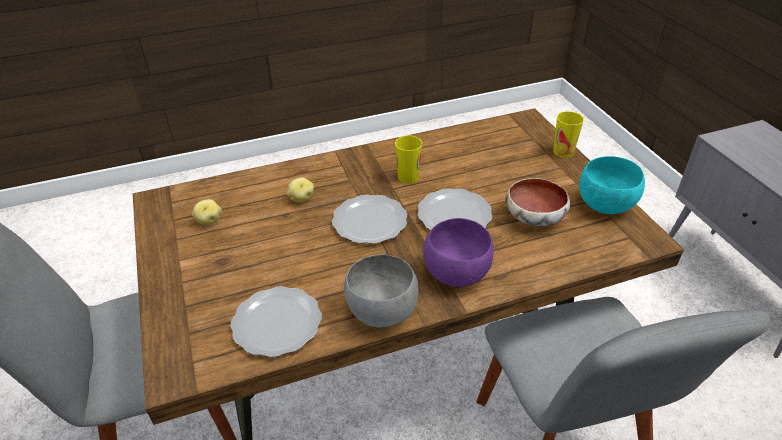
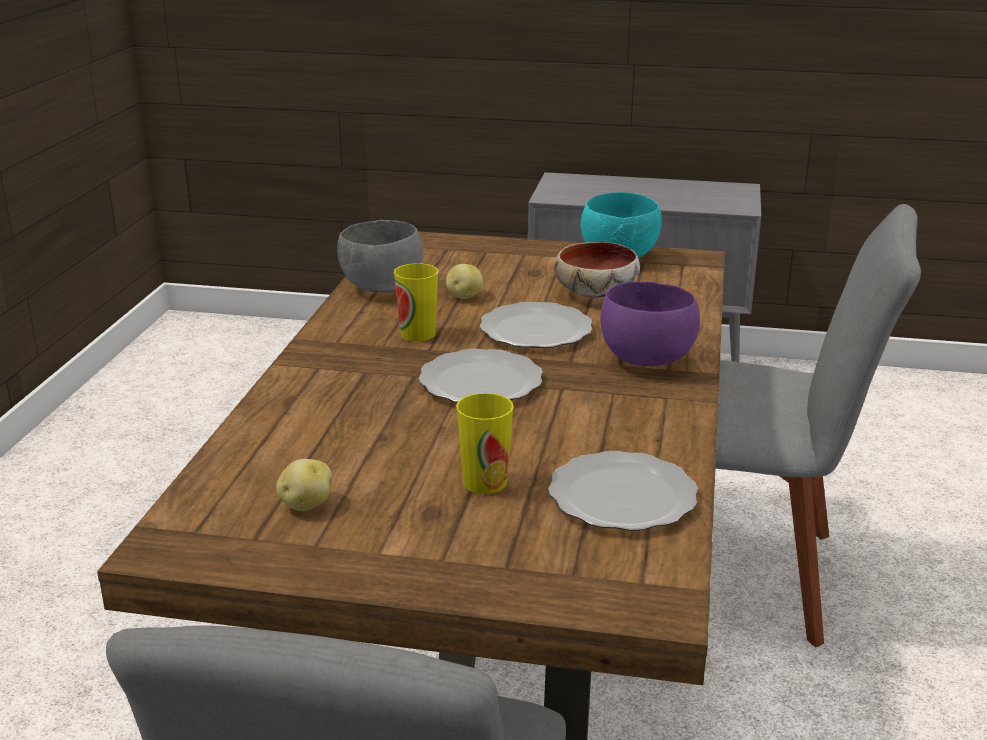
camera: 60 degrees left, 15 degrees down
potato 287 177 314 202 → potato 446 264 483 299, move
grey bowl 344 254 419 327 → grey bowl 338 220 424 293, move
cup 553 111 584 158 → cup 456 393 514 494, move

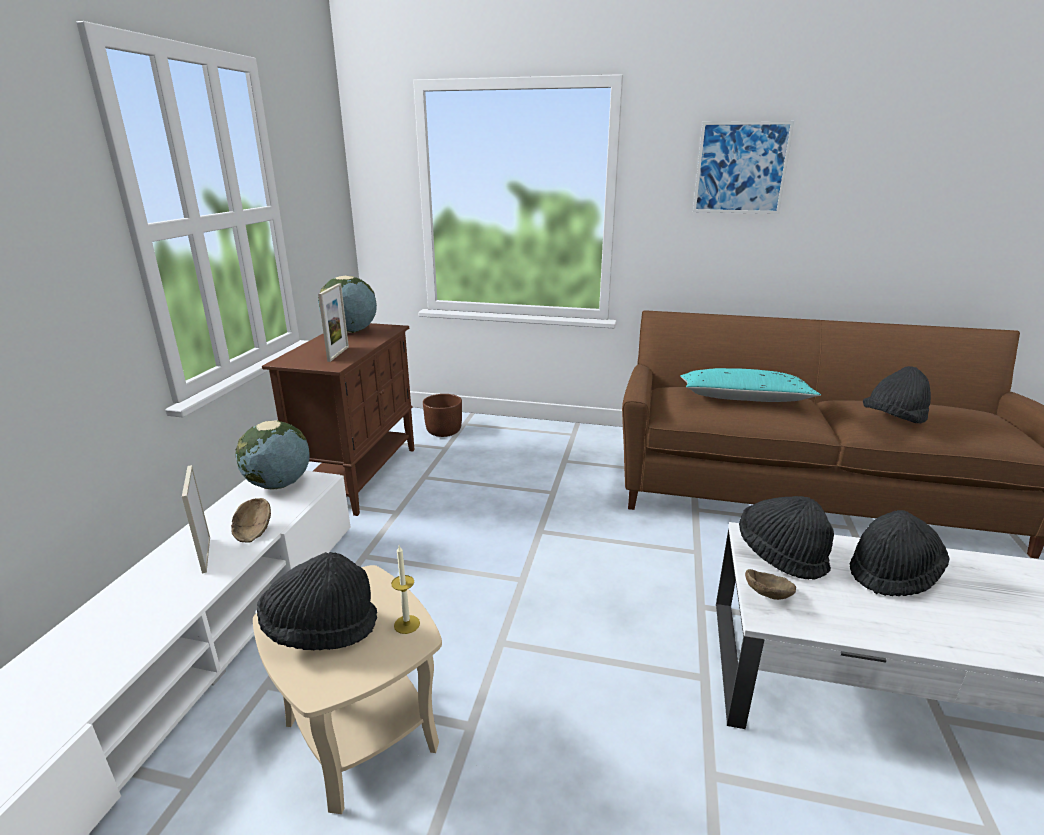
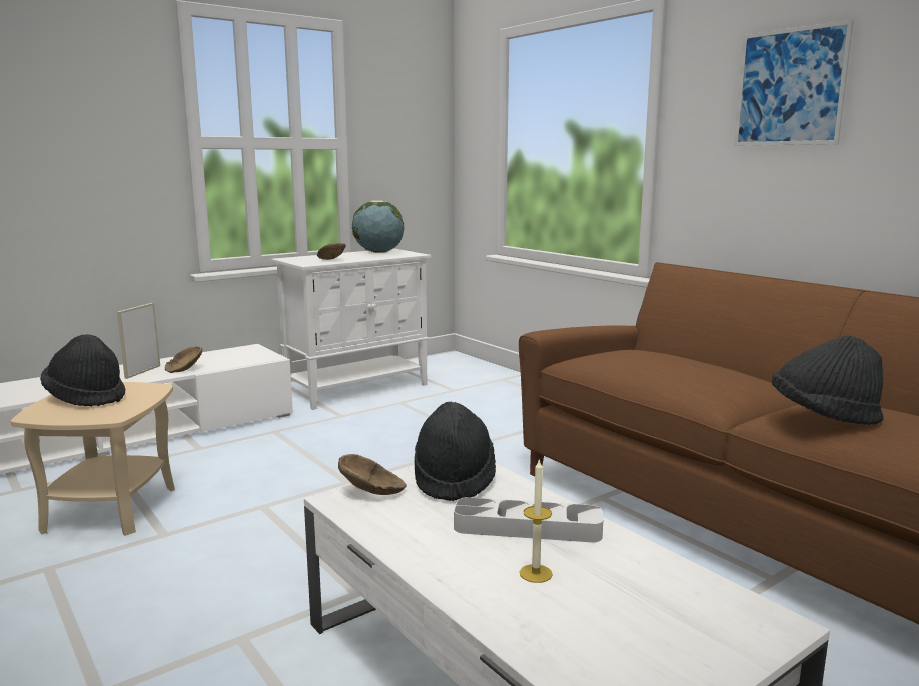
camera: 40 degrees right, 10 degrees down
globe 235 420 310 490 → -
brown planter 423 394 462 437 → -
turquoise pillow 680 368 821 402 → -
candle 391 546 420 634 → candle 520 460 553 583, move
picture frame 318 283 349 362 → brown bowl 317 243 346 260
black hat 850 510 950 596 → grey tray 454 497 603 543
brown cabinet 262 323 414 516 → white cabinet 271 248 431 410

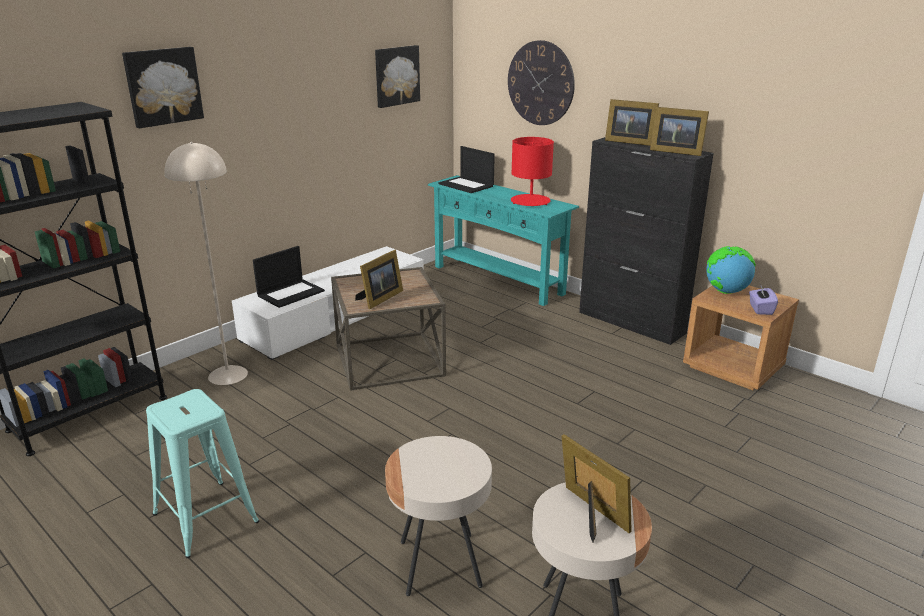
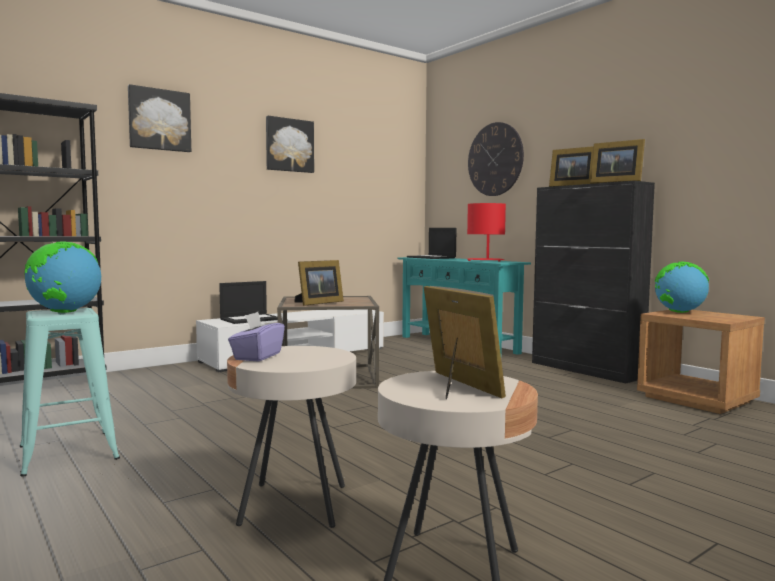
camera: 10 degrees right, 20 degrees down
beige floor lamp 164 142 248 385 → -
- → globe 24 241 101 313
picture 375 45 420 108 → picture 266 116 314 173, move
purple tissue box 749 284 778 315 → purple tissue box 228 312 285 361, move

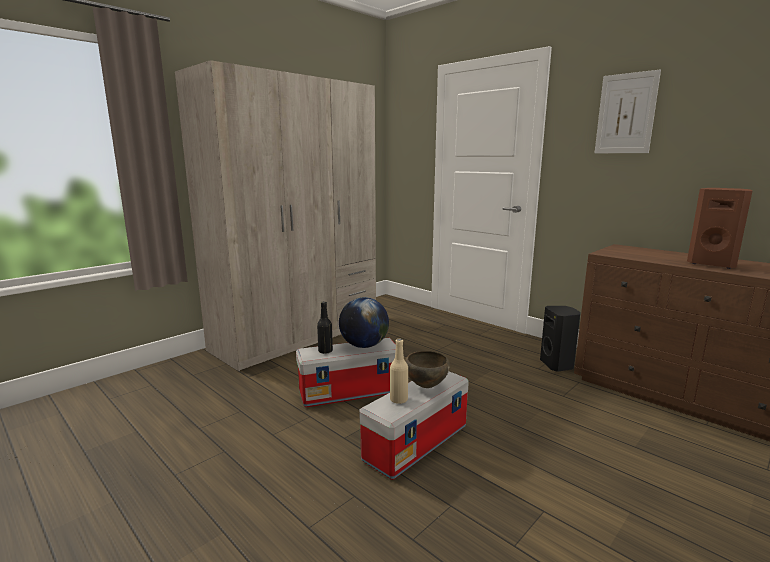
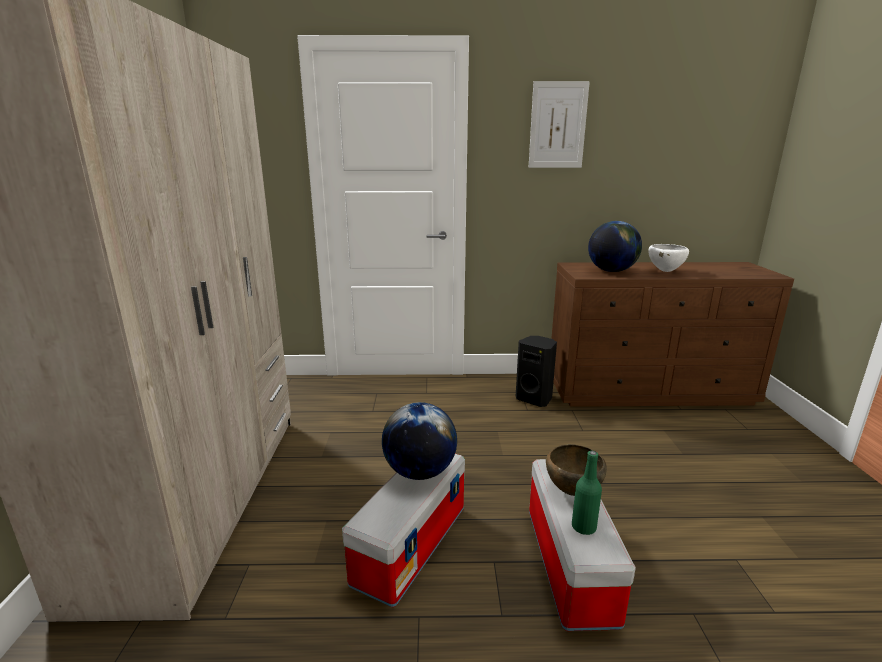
camera: 45 degrees left, 5 degrees up
black bottle 317 301 333 354 → -
- → globe 588 221 642 272
brown speaker 687 188 752 269 → white bowl 648 244 689 272
beige bottle 390 339 408 404 → green bottle 572 451 602 535

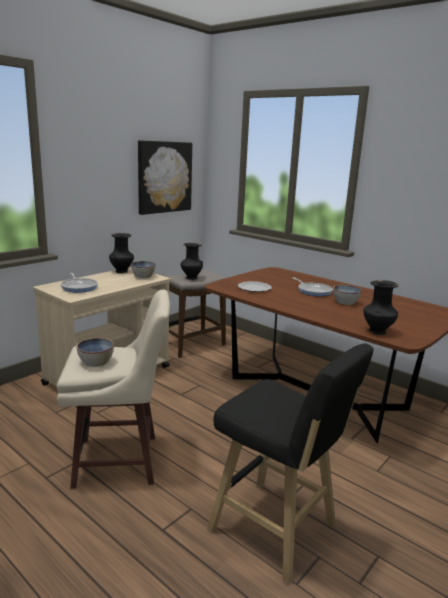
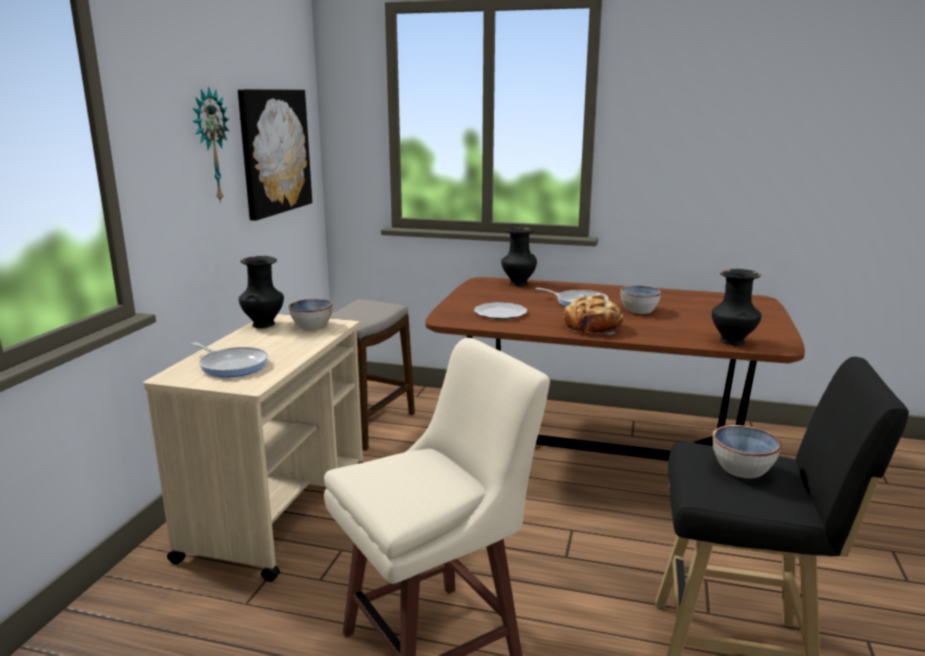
camera: 25 degrees left, 0 degrees up
- → wall clock 193 87 230 203
- → bread 562 294 624 335
bowl 76 338 114 367 → bowl 712 425 781 478, move
black vase 180 243 203 280 → black vase 501 228 537 286, move

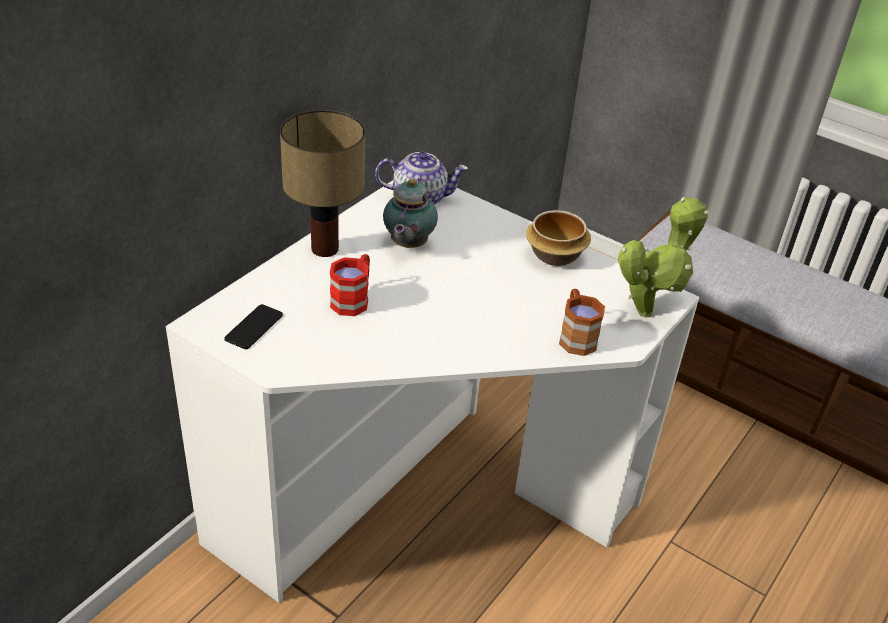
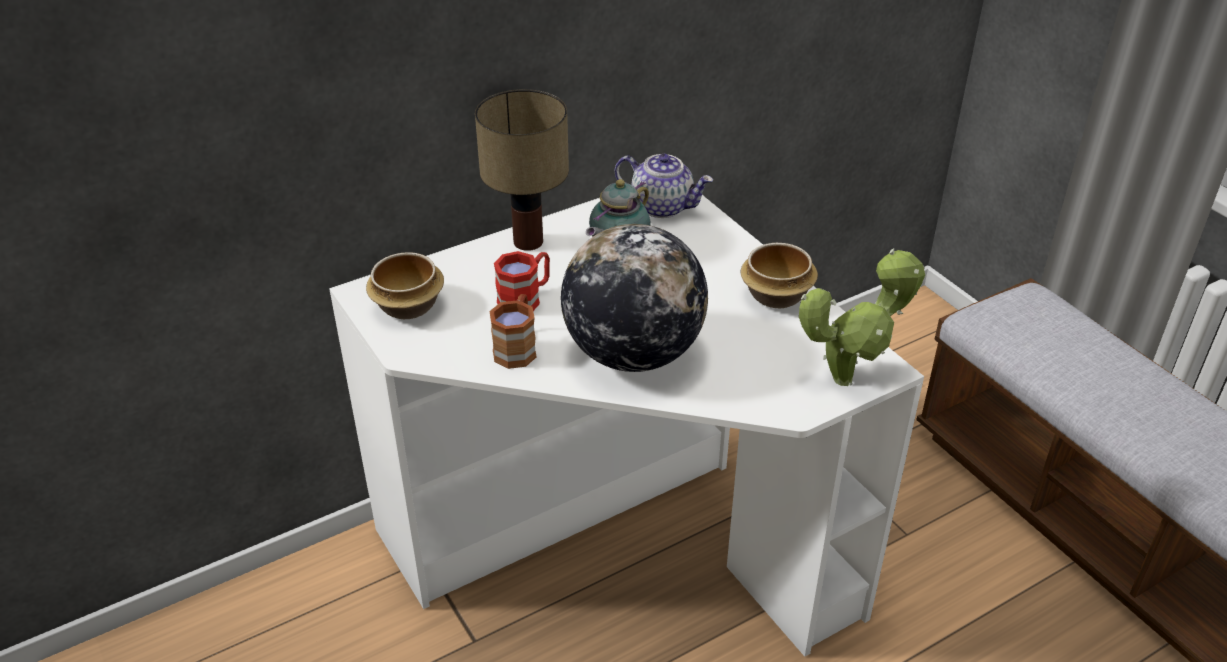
camera: 25 degrees right, 0 degrees up
- → globe 561 224 708 372
brown mug 559 289 605 356 → brown mug 489 294 537 369, move
phone 224 304 283 349 → bowl 366 252 444 319

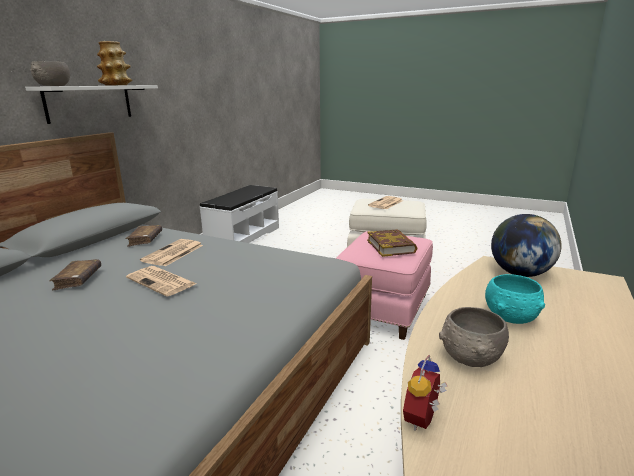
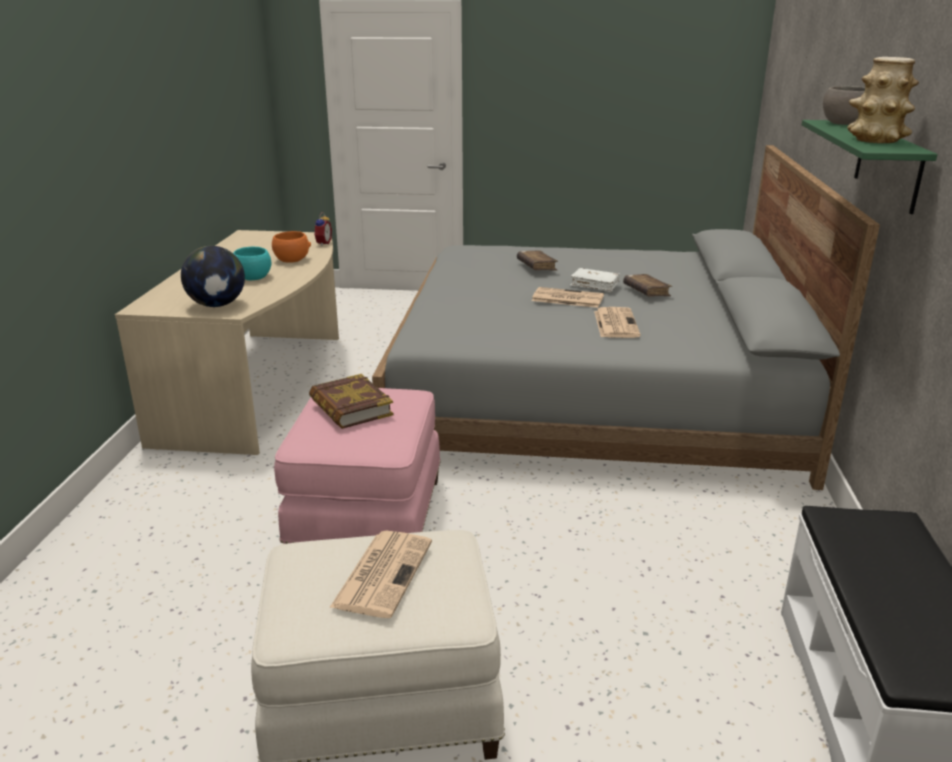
camera: 160 degrees right, 5 degrees up
- → white book 570 268 620 292
brown book 125 225 162 247 → brown book 517 250 558 270, move
white shelf 25 85 158 124 → green shelf 802 120 937 214
grey bowl 439 307 509 367 → orange bowl 272 231 311 263

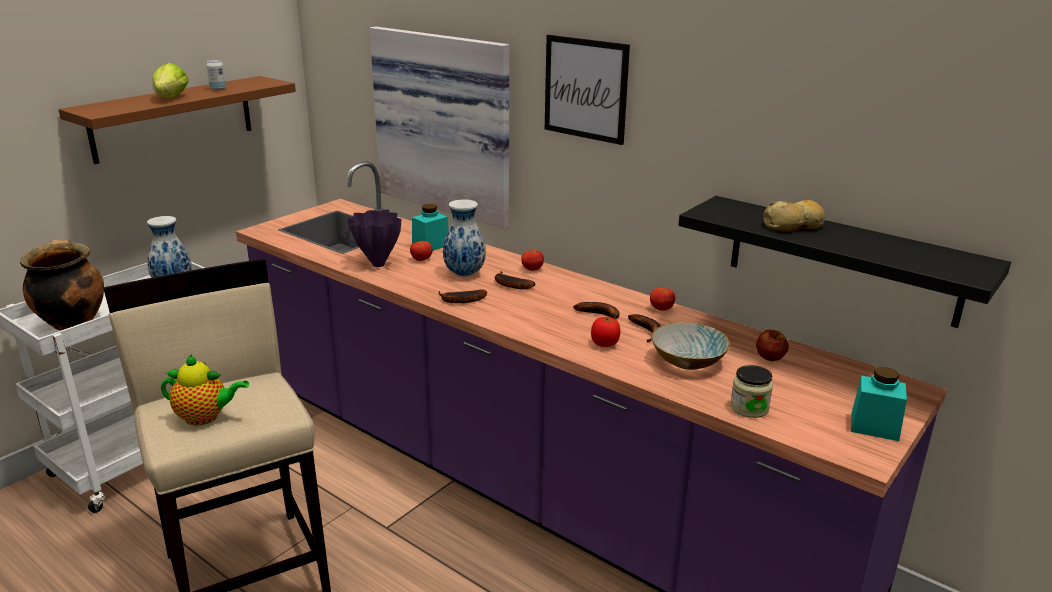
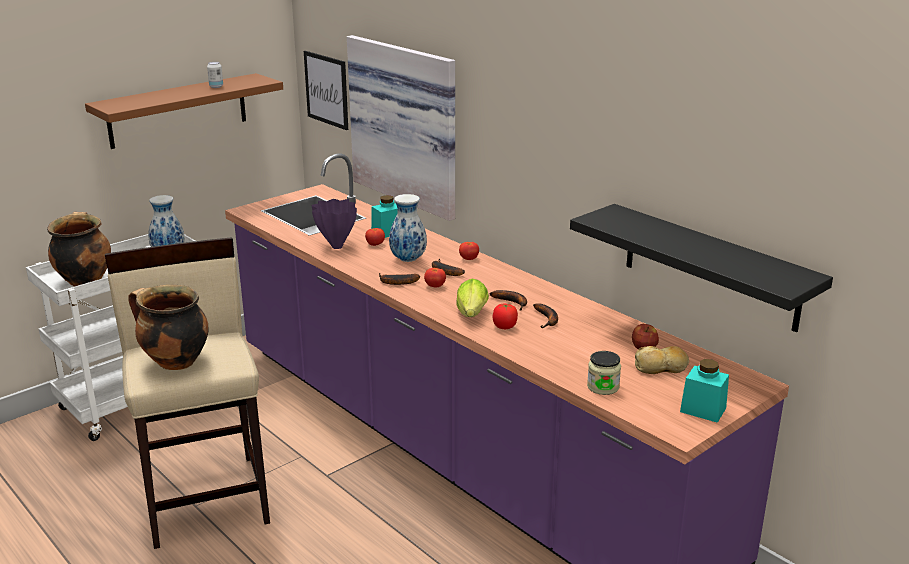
camera: 10 degrees right, 0 degrees up
bowl 651 322 730 370 → -
lettuce 153 63 189 98 → lettuce 456 278 489 317, move
picture 545 35 630 145 → picture 304 51 348 130, move
tomato 650 288 675 311 → tomato 424 268 446 287, move
bread 763 200 826 231 → bread 635 346 689 374, move
teapot 161 354 249 425 → cooking pot 129 285 209 370

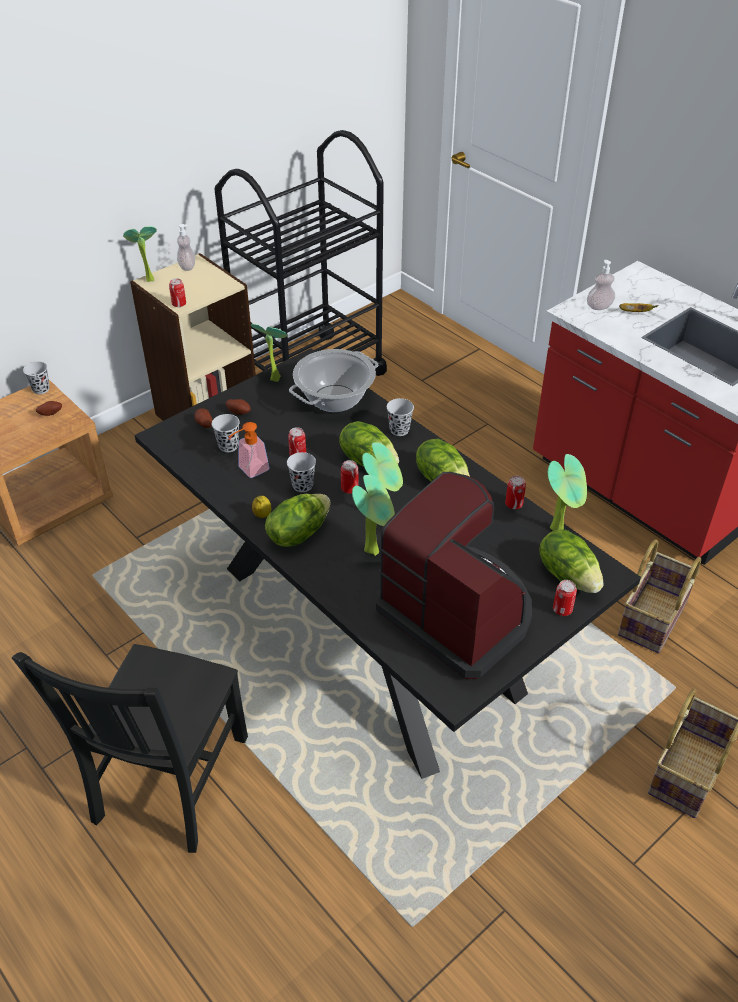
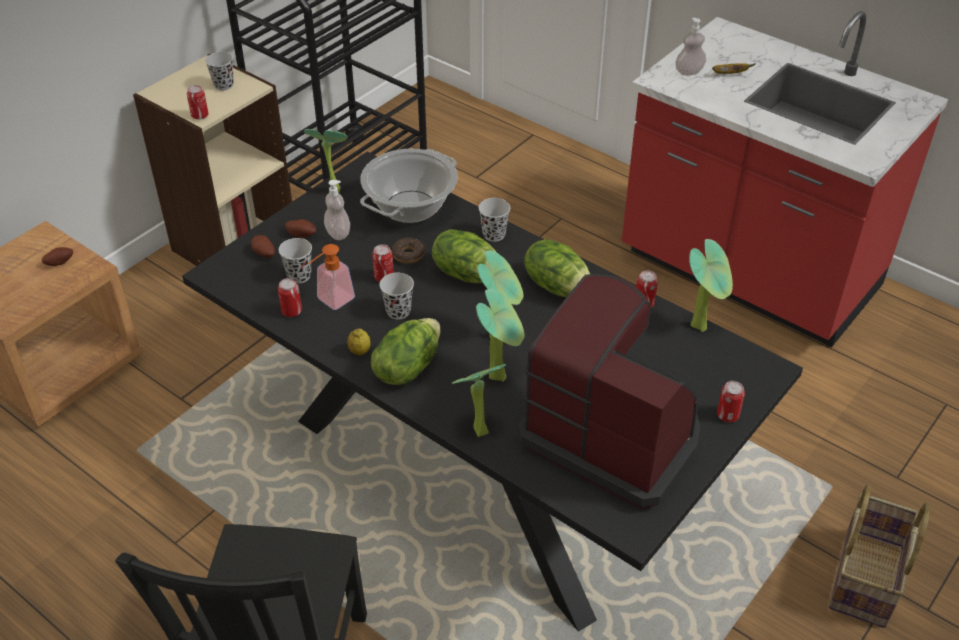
camera: 10 degrees left, 0 degrees up
lettuce 539 529 603 593 → -
basket 618 539 701 653 → -
- → donut 392 238 425 264
black cup 23 361 50 394 → black cup 205 52 234 91, move
potted plant 123 226 157 282 → potted plant 452 364 506 437, move
soap dispenser 177 224 195 271 → soap dispenser 324 180 350 240, move
can 341 460 359 494 → can 278 278 302 317, move

